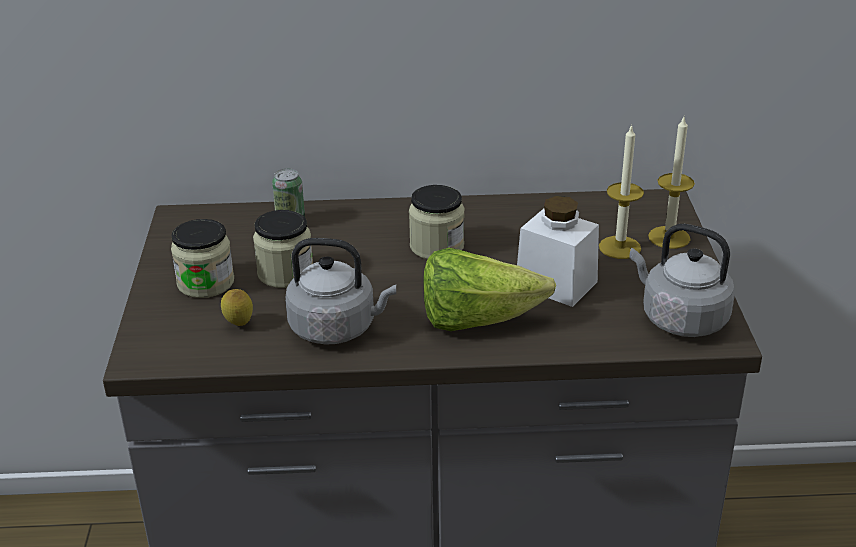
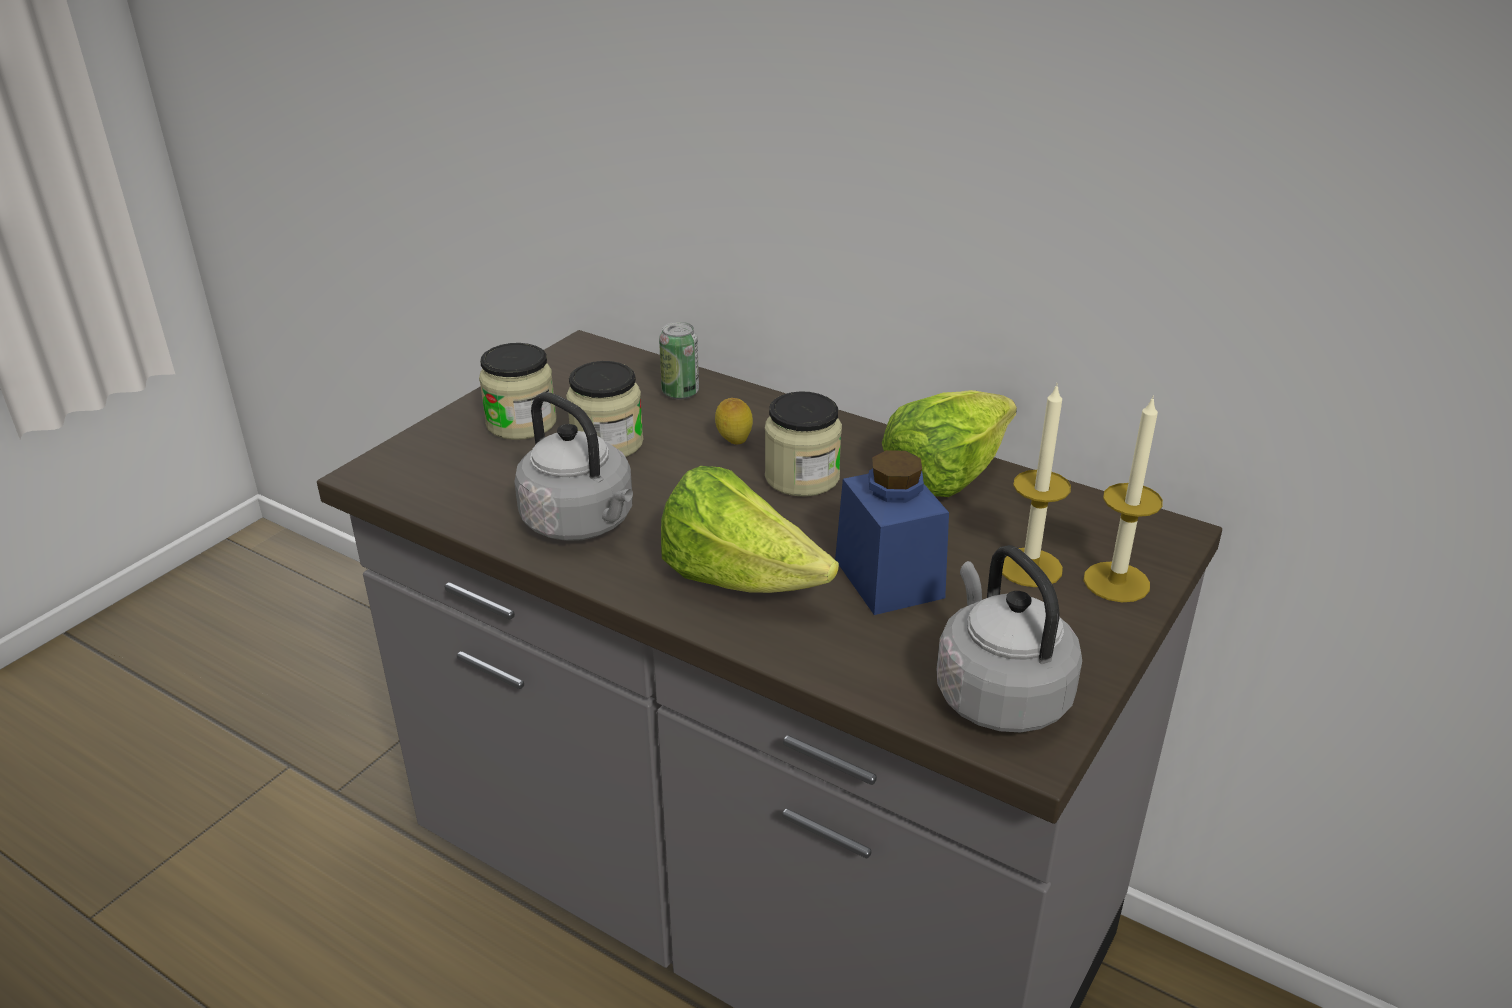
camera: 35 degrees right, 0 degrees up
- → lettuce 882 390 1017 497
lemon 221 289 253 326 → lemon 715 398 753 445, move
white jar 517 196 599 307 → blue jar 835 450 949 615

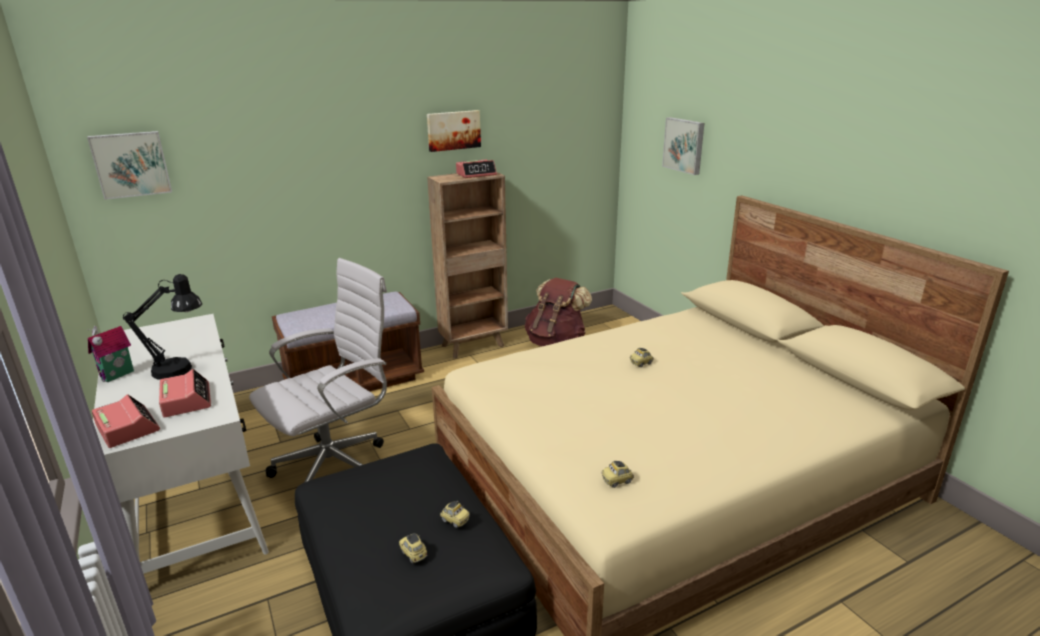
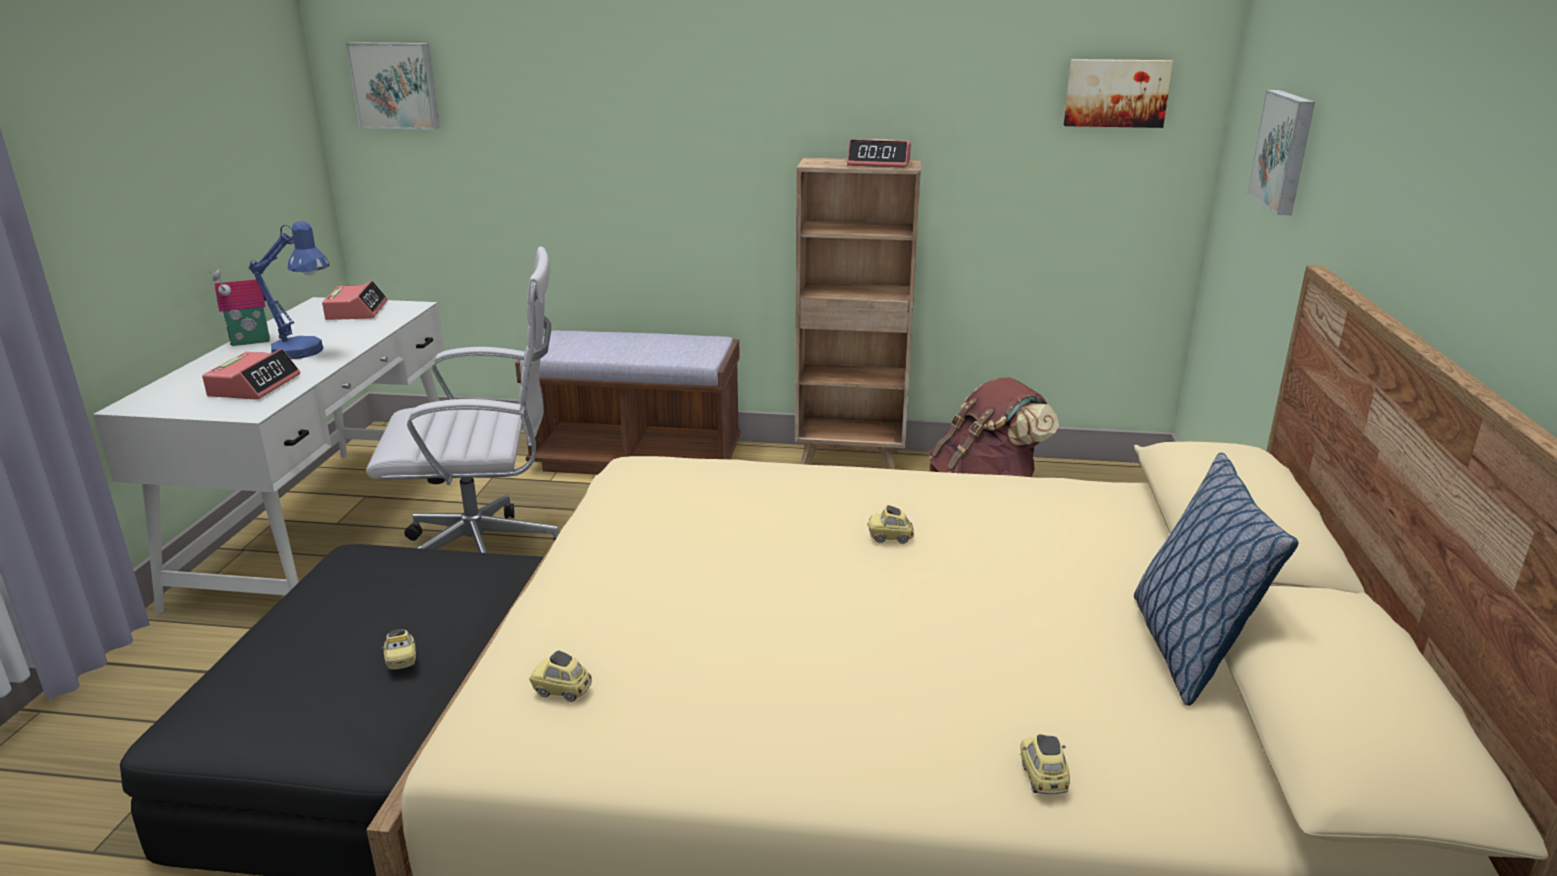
camera: 35 degrees right, 0 degrees up
- → pillow 1134 452 1298 706
alarm clock 92 394 160 448 → alarm clock 322 281 388 320, move
toy car 399 533 427 563 → toy car 1020 734 1070 794, move
picture 427 110 481 152 → picture 1064 59 1173 128, move
black table lamp 123 274 202 380 → blue table lamp 249 221 330 359

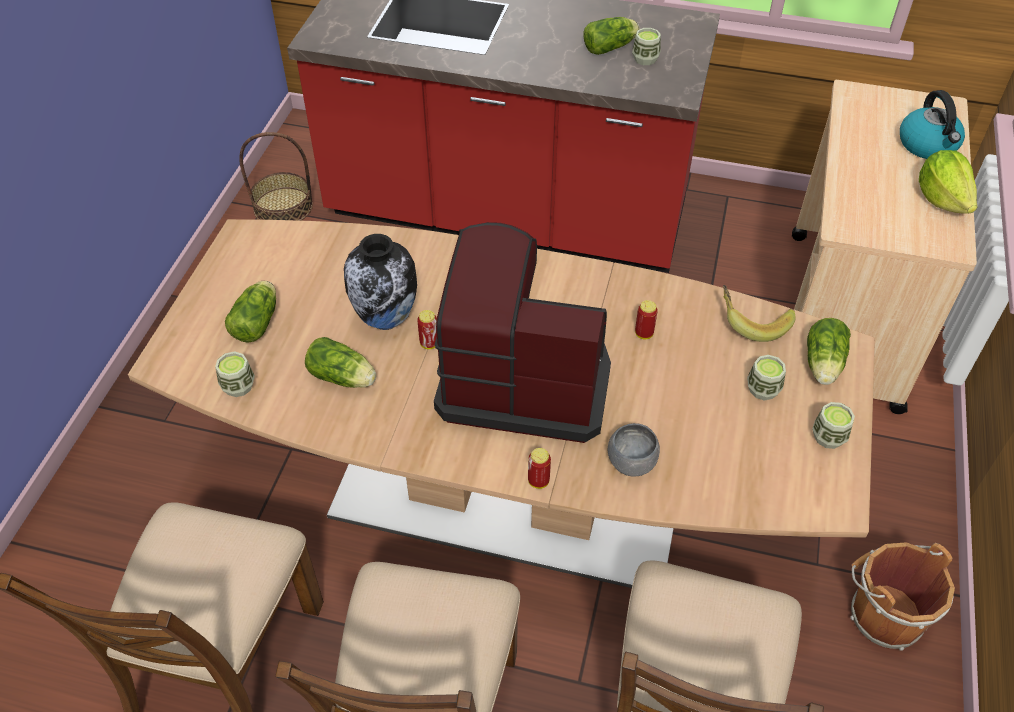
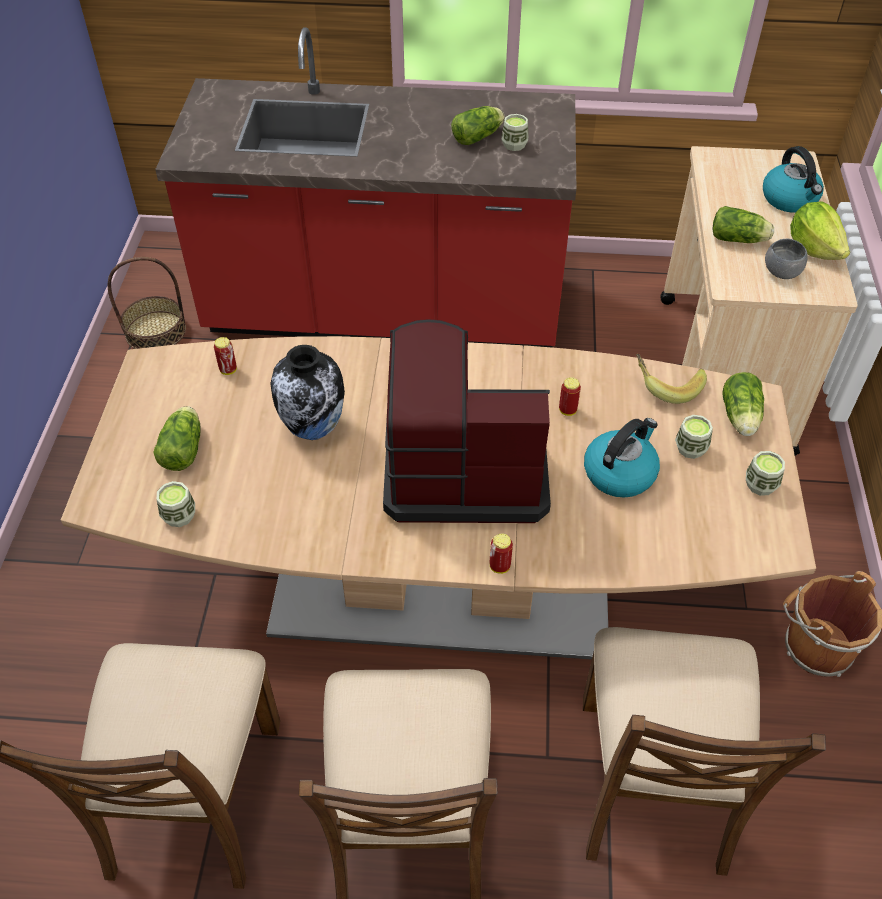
camera: 10 degrees left, 0 degrees up
- → kettle 584 418 660 498
lettuce 305 337 376 388 → lettuce 712 206 774 243, move
can 417 310 437 349 → can 214 337 237 375, move
grey bowl 608 423 660 477 → grey bowl 765 239 808 279, move

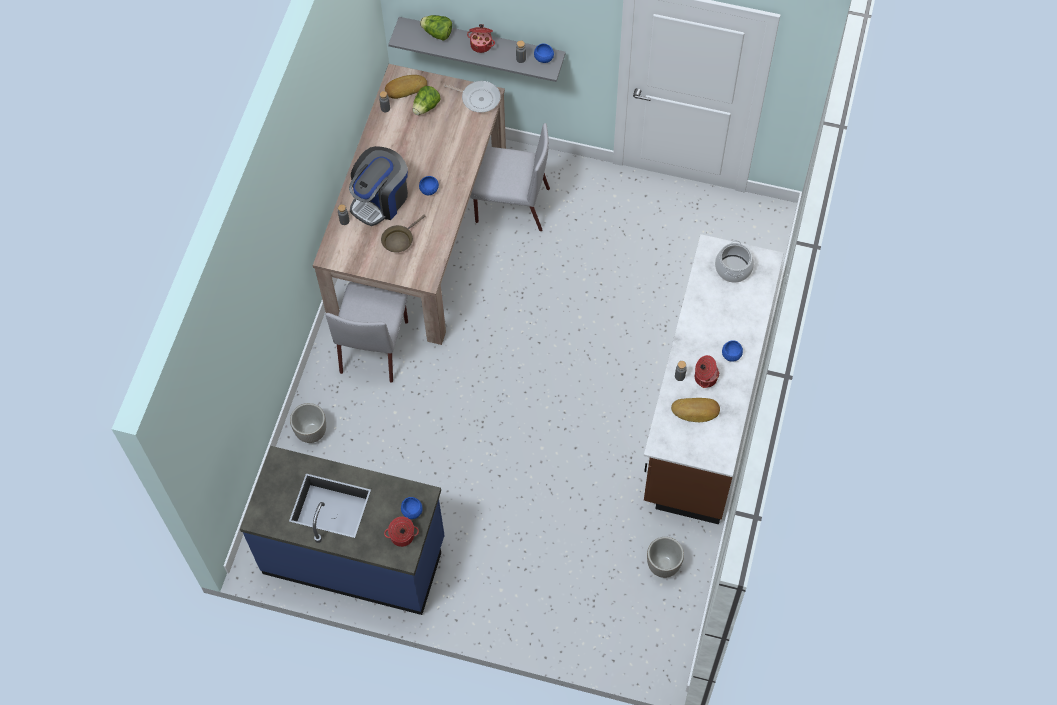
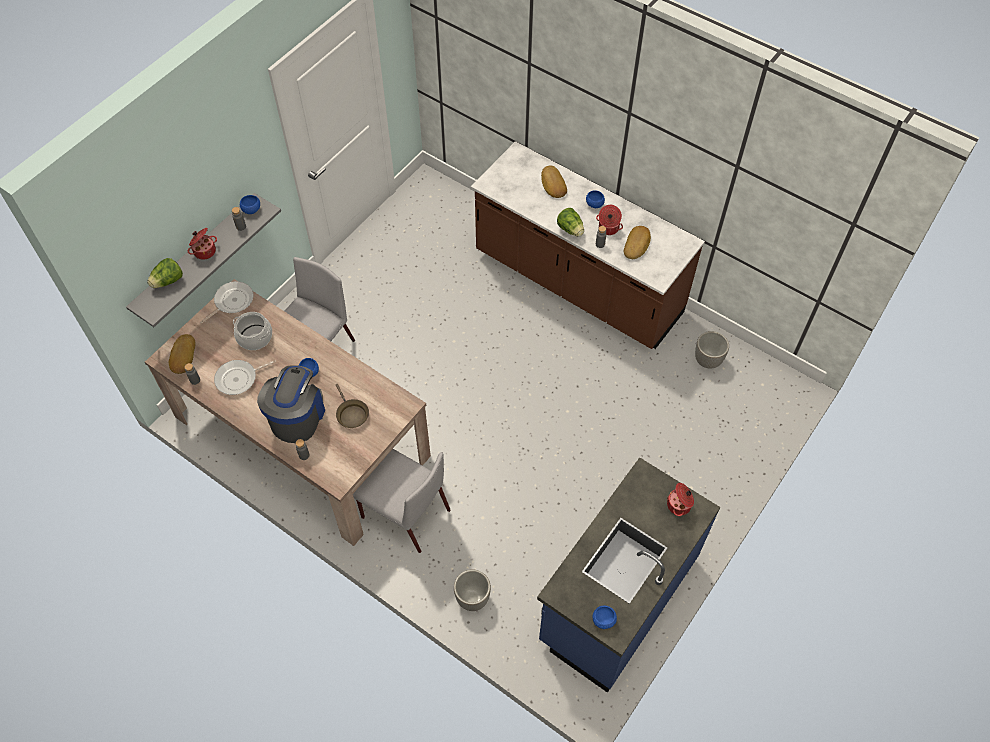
camera: 70 degrees left, 5 degrees down
- → frying pan 214 360 276 395
- → bread 541 165 567 198
blue bowl 401 497 423 519 → blue bowl 593 606 617 629, move
lettuce 412 86 441 115 → lettuce 557 208 584 237, move
cooking pot 715 240 754 283 → cooking pot 233 312 272 350, move
coffee machine 349 146 408 226 → coffee machine 257 365 325 443, 135 degrees counterclockwise

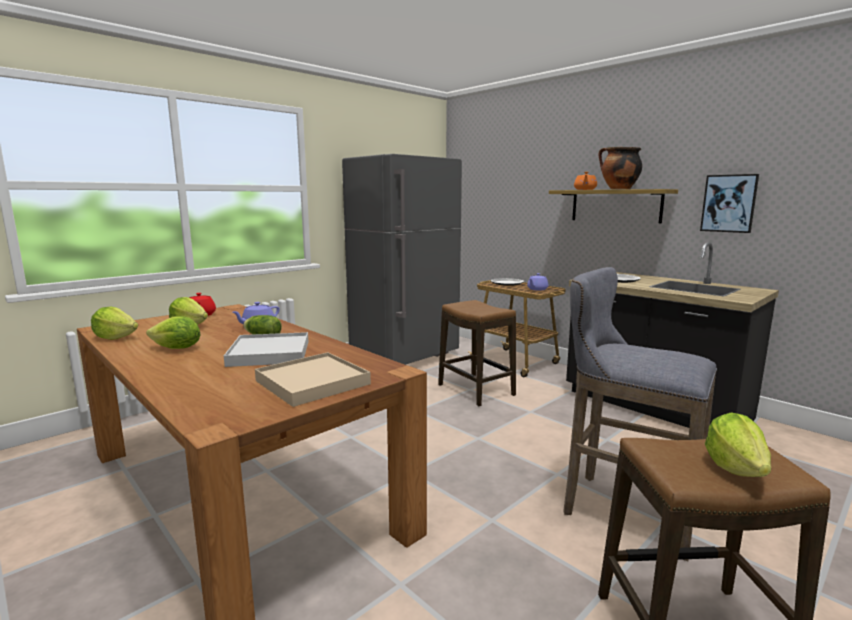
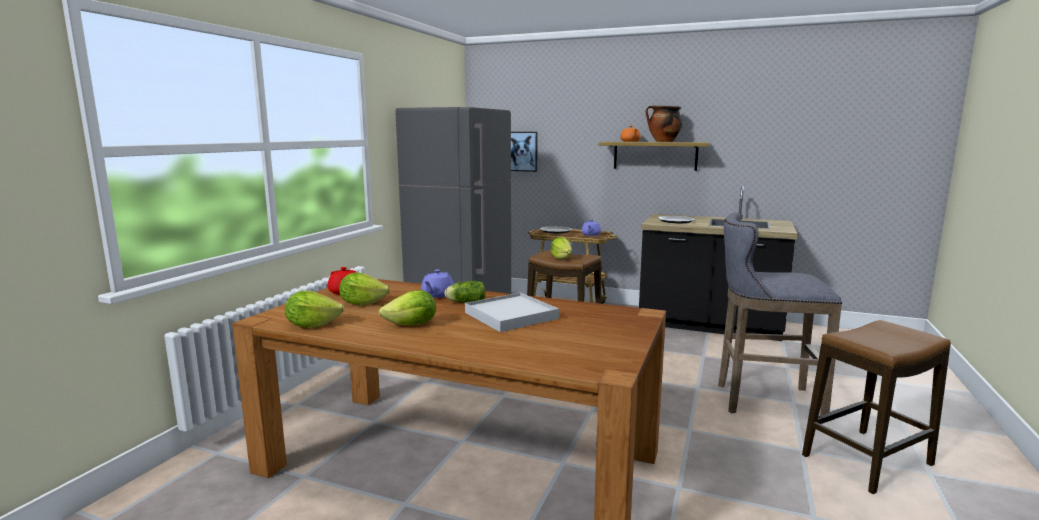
camera: 25 degrees left, 0 degrees up
beige tray 255 352 371 407 → -
picture 700 174 759 233 → picture 511 132 538 172, move
lettuce 705 412 771 477 → lettuce 551 237 572 259, move

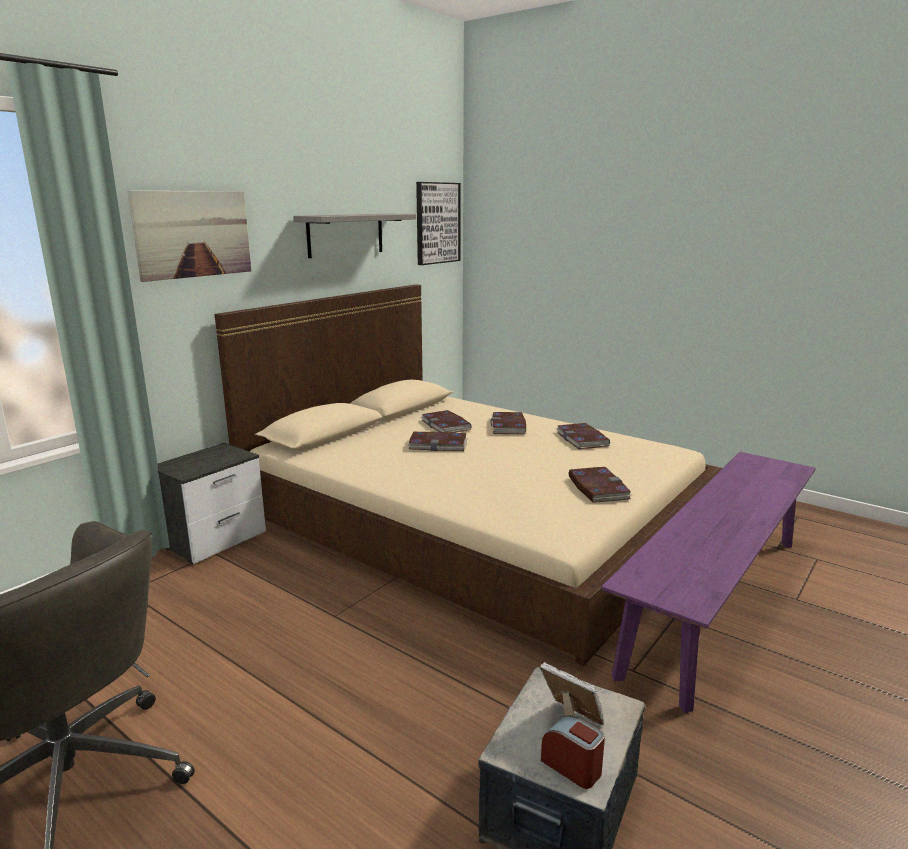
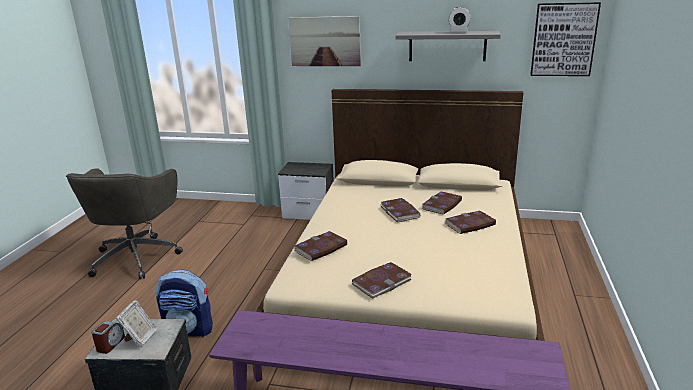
camera: 65 degrees right, 5 degrees up
- → backpack 156 269 213 337
- → alarm clock 448 7 471 32
book 557 423 610 449 → book 293 231 347 261, move

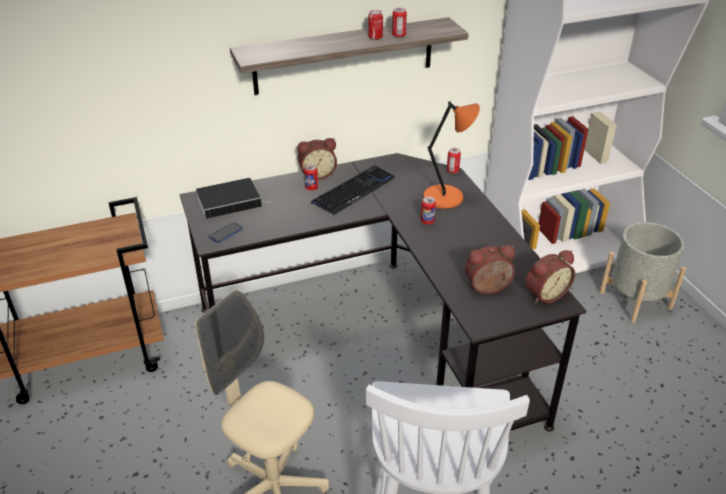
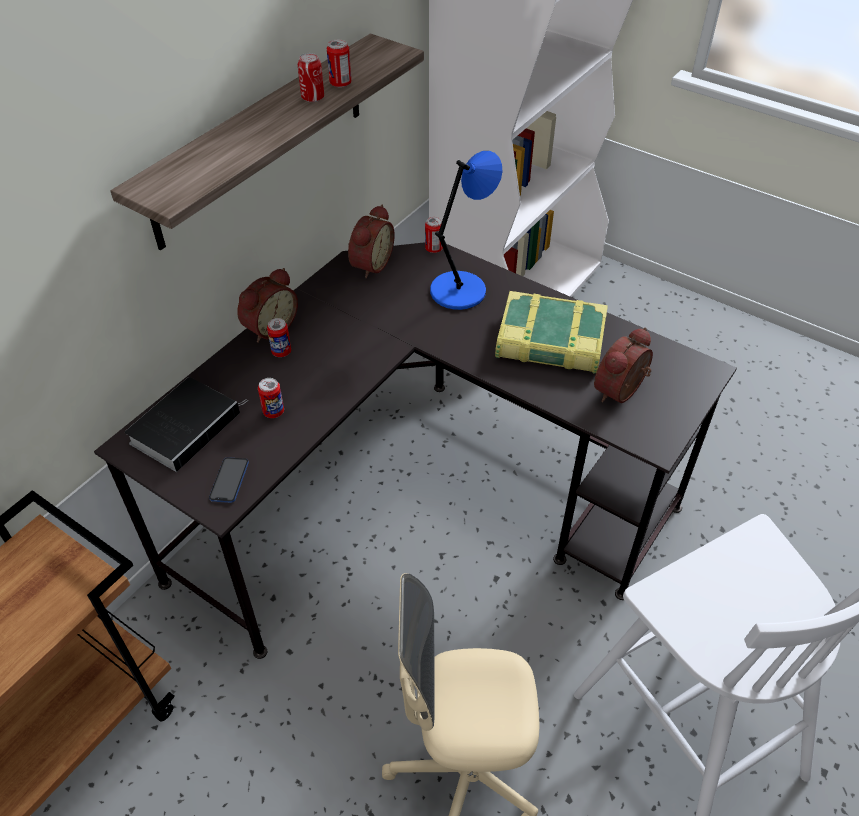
camera: 35 degrees left, 10 degrees up
keyboard 311 165 396 215 → -
grey planter 600 222 686 323 → -
- → book 495 291 608 373
can 421 197 436 224 → can 258 378 284 418, move
alarm clock 526 250 575 304 → alarm clock 348 205 395 278, move
orange table lamp 423 101 480 209 → blue table lamp 430 151 502 310

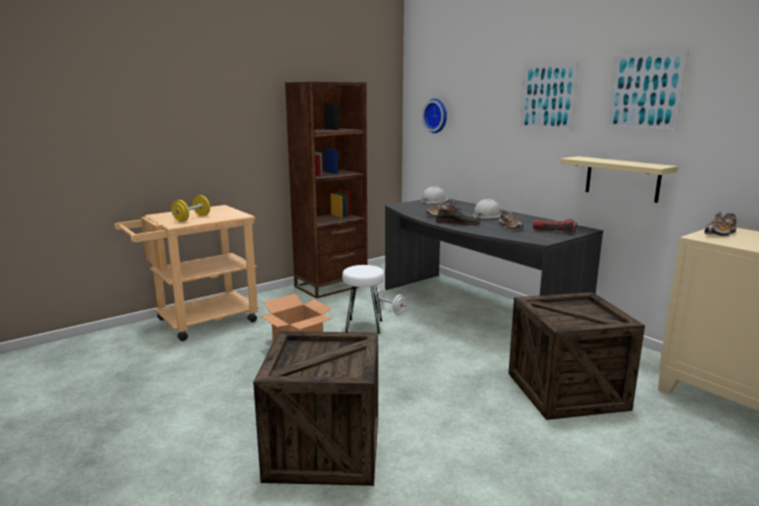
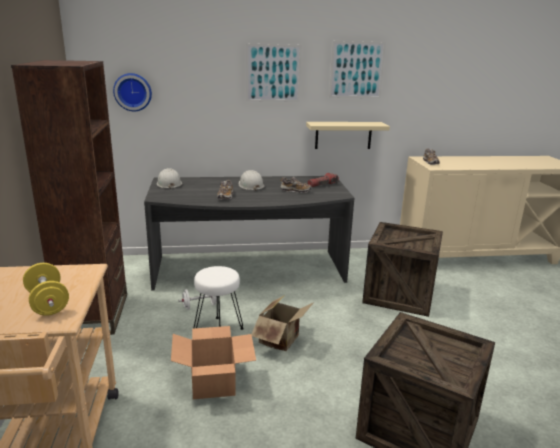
camera: 60 degrees left, 5 degrees up
grey shoe 436 208 480 225 → -
- → cardboard box 251 295 313 351

